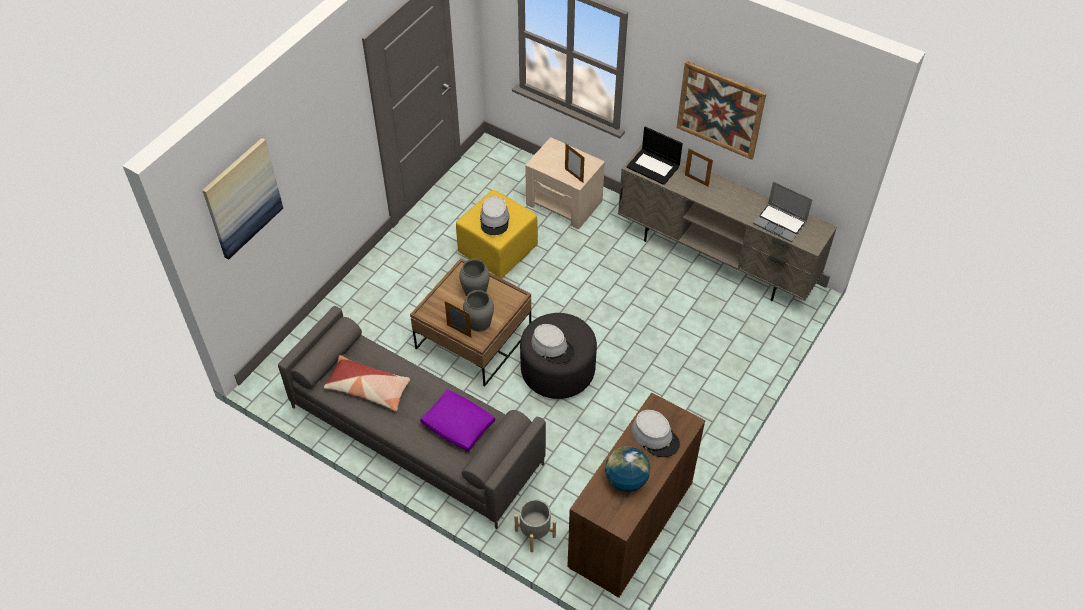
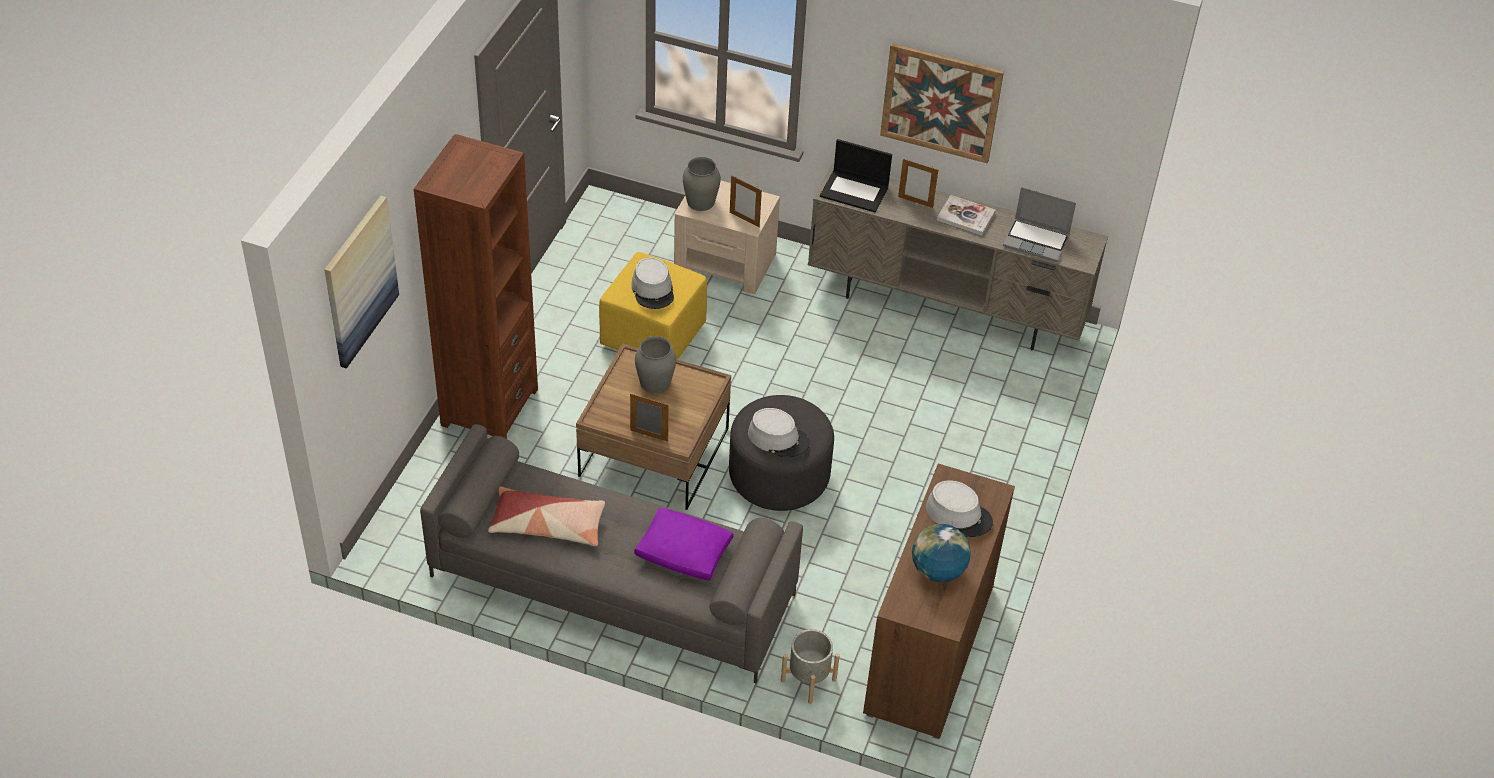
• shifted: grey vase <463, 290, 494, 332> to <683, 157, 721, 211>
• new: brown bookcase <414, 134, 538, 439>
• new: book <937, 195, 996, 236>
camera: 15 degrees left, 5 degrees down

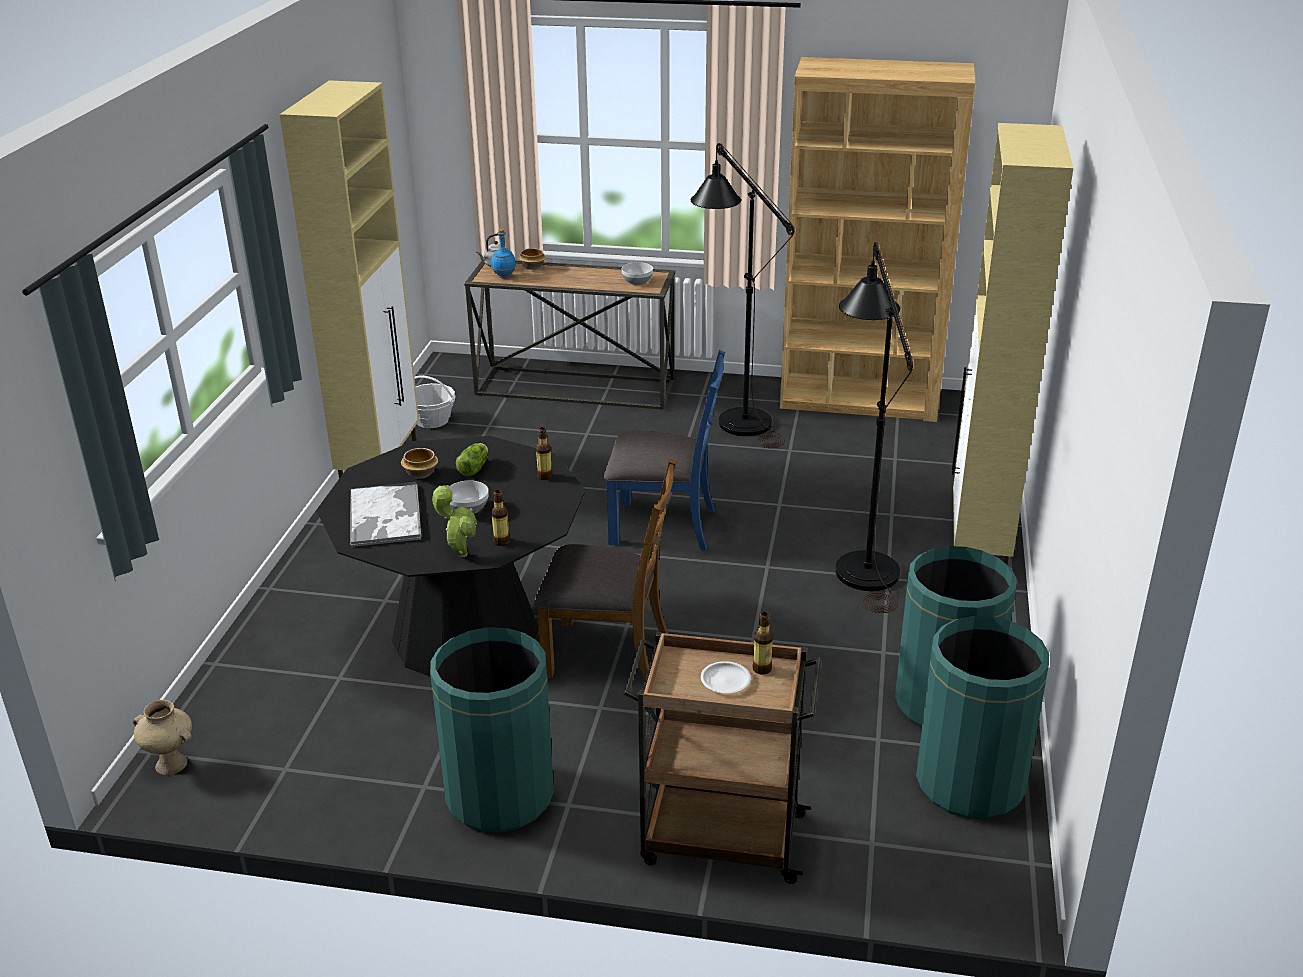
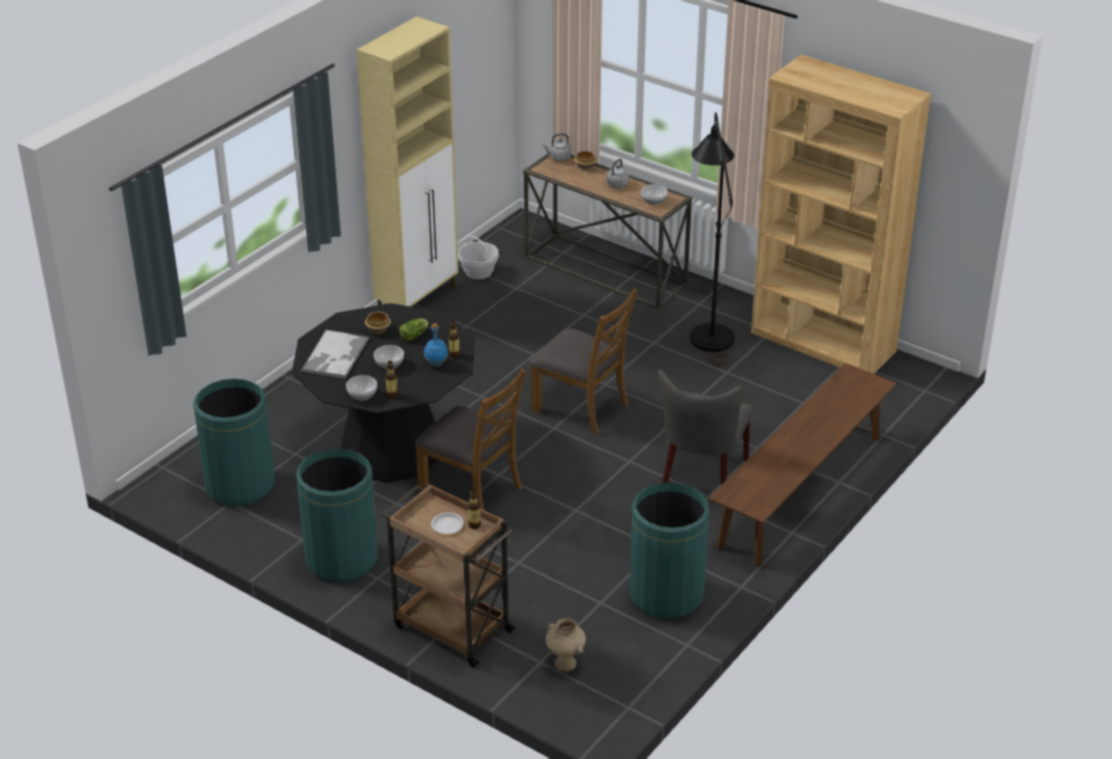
• swapped: beige cabinet <952, 123, 1073, 564> to brown bench <709, 363, 897, 567>
• shifted: blue bottle <491, 229, 516, 278> to <424, 323, 448, 367>
• swapped: black floor lamp <835, 242, 913, 613> to grey chair <658, 370, 753, 485>
• repainted: blue chair <604, 350, 725, 550> to brown chair <530, 288, 638, 435>
• swapped: potted plant <432, 485, 477, 557> to bowl <346, 375, 377, 401>
• shifted: green trash can <916, 616, 1049, 819> to <193, 379, 275, 506>
• shifted: beige vase <132, 700, 192, 775> to <545, 618, 586, 672>
• new: grey kettle <606, 159, 629, 188>
camera: 25 degrees right, 5 degrees up

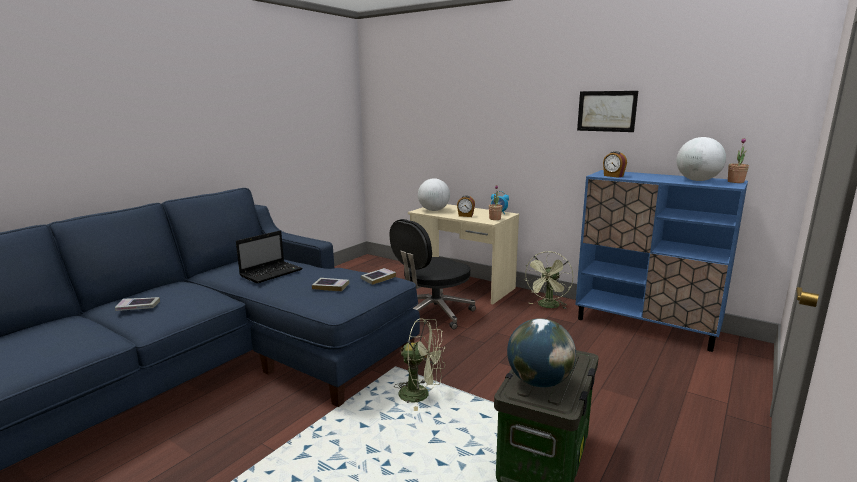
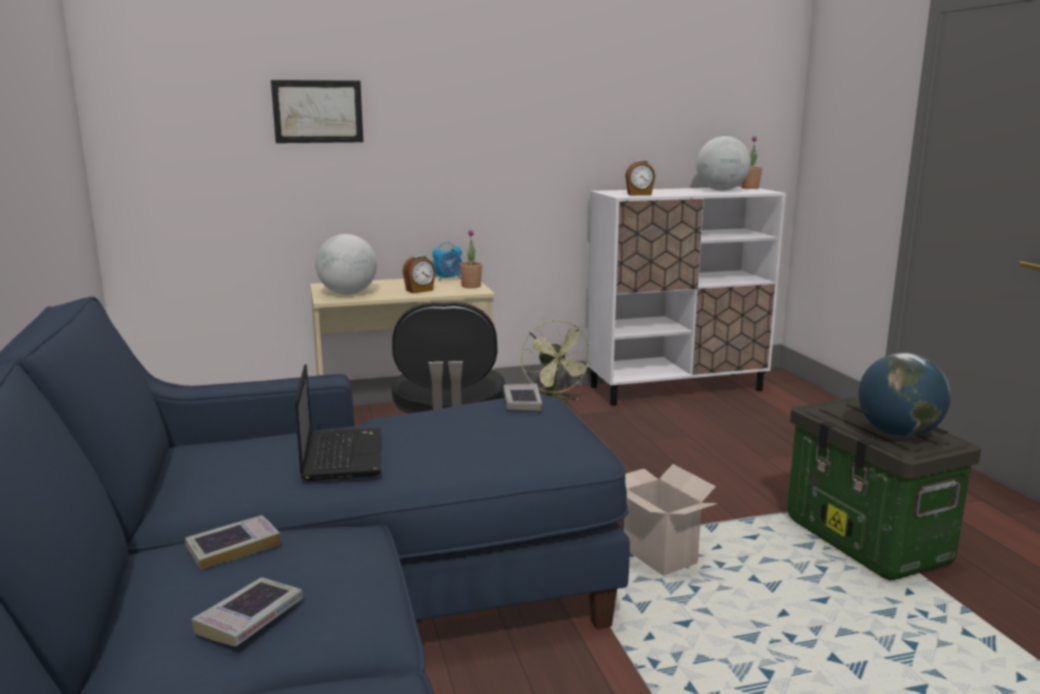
• shifted: picture <577, 91, 638, 132> to <271, 80, 363, 143>
• repainted: blue cabinet <575, 170, 748, 352> to white cabinet <586, 187, 786, 406>
• shifted: book <312, 278, 349, 291> to <185, 515, 280, 570>
• swapped: green fan <394, 318, 446, 411> to cardboard box <624, 464, 717, 576>
camera: 50 degrees left, 0 degrees up

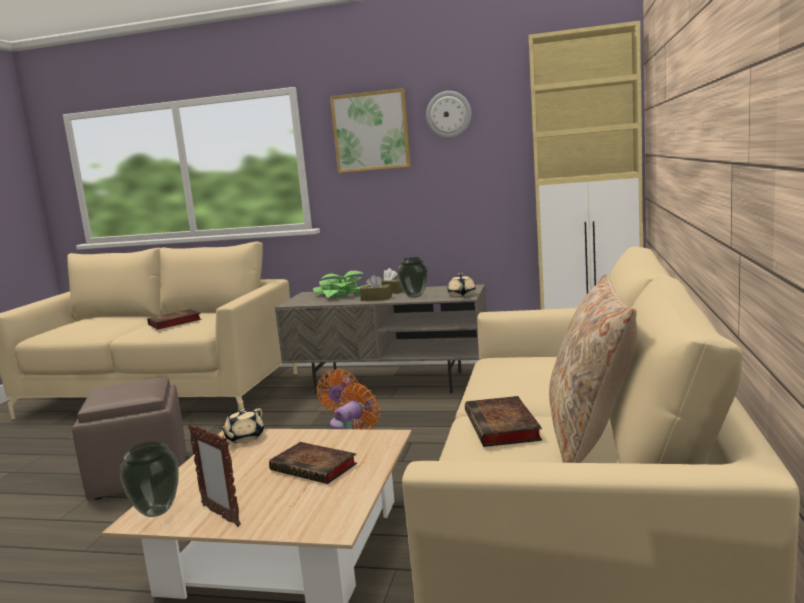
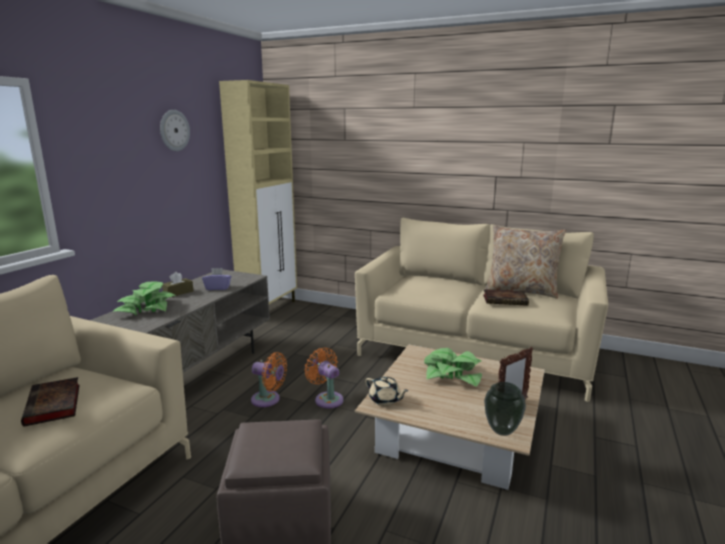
• gone: picture <330, 88, 411, 173>
• swapped: vase <397, 257, 428, 298> to purple tissue box <202, 268, 232, 290>
• gone: beige teapot <447, 273, 476, 297>
• gone: brown tissue box <360, 275, 392, 301>
• swapped: book <269, 442, 357, 484> to potted plant <424, 348, 482, 387>
camera: 80 degrees left, 5 degrees up

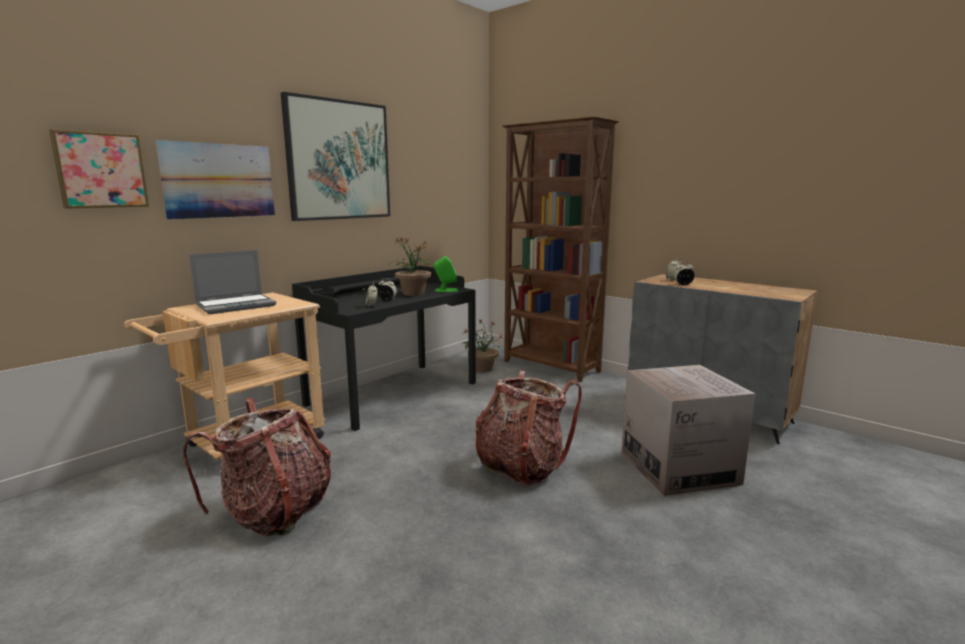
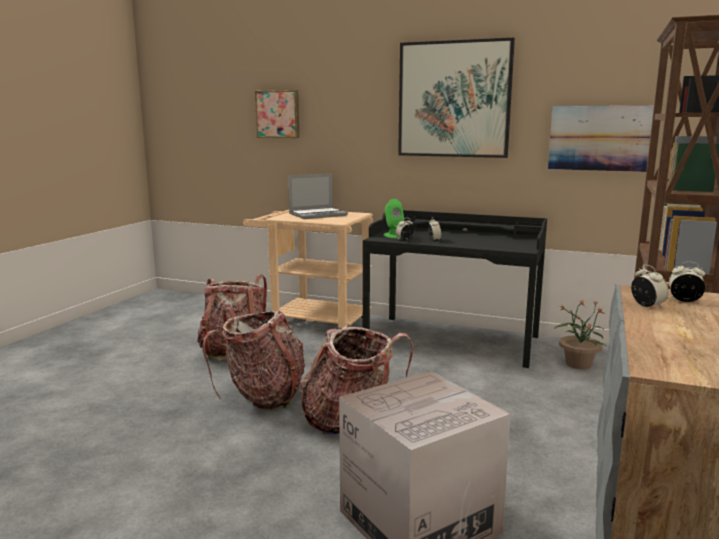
• shifted: picture <156, 140, 275, 220> to <548, 106, 654, 172>
• gone: potted plant <389, 237, 432, 296>
• rotated: laptop <189, 250, 276, 314> = <288, 173, 348, 219> 60 degrees counterclockwise
• shifted: green speaker <434, 256, 458, 292> to <384, 199, 404, 238>
• new: backpack <202, 307, 305, 410>
camera: 70 degrees right, 0 degrees up

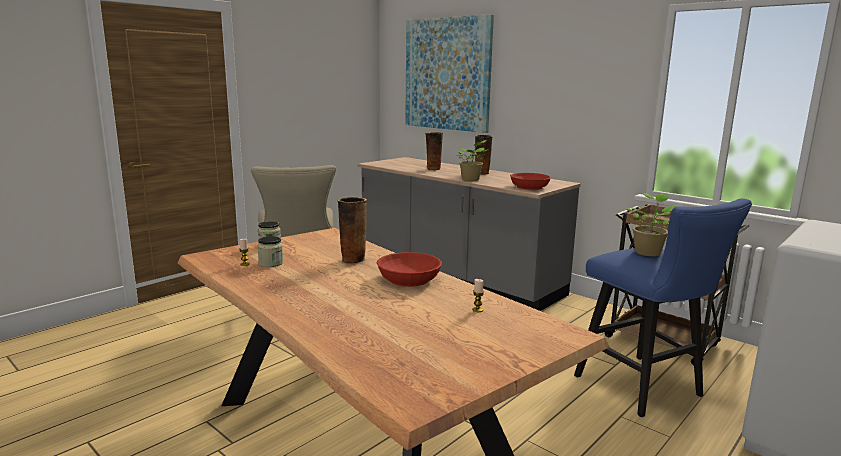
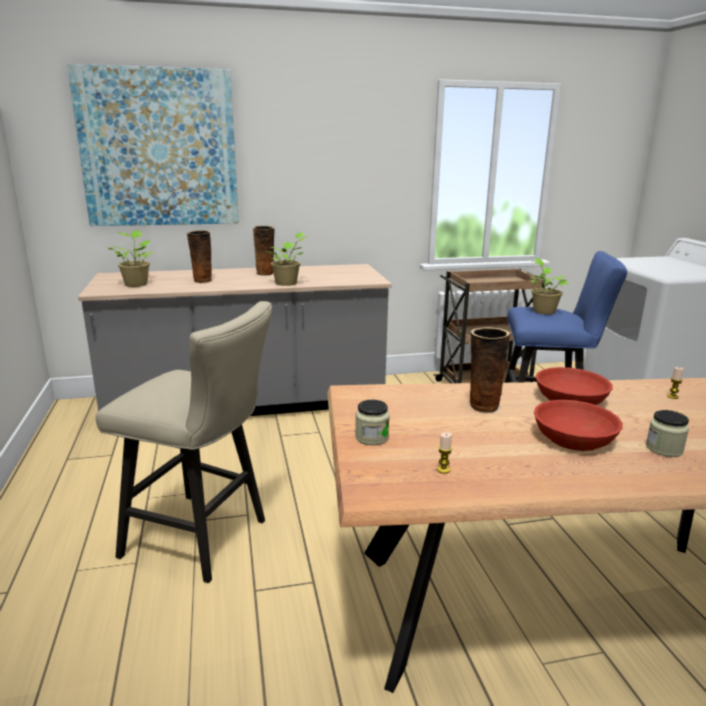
• shifted: red bowl <510, 173, 551, 190> to <534, 400, 623, 451>
• shifted: jar <257, 236, 283, 267> to <646, 410, 689, 457>
• new: potted plant <108, 230, 152, 287>
camera: 55 degrees left, 5 degrees up

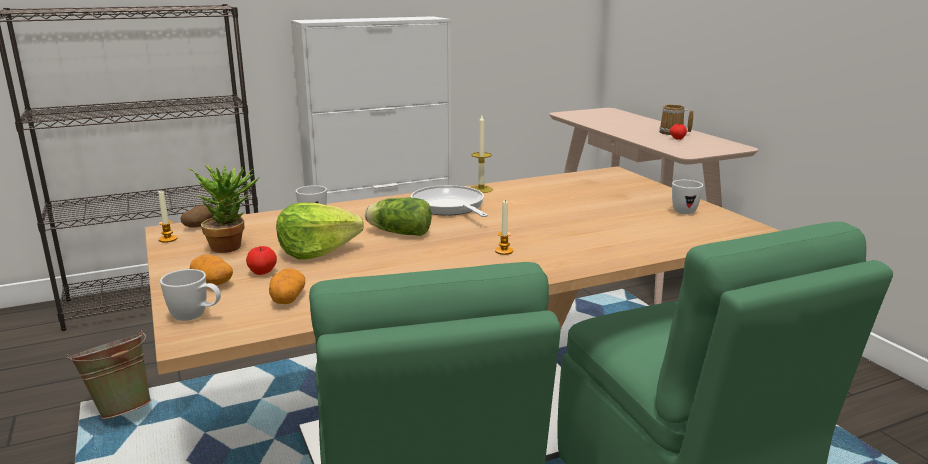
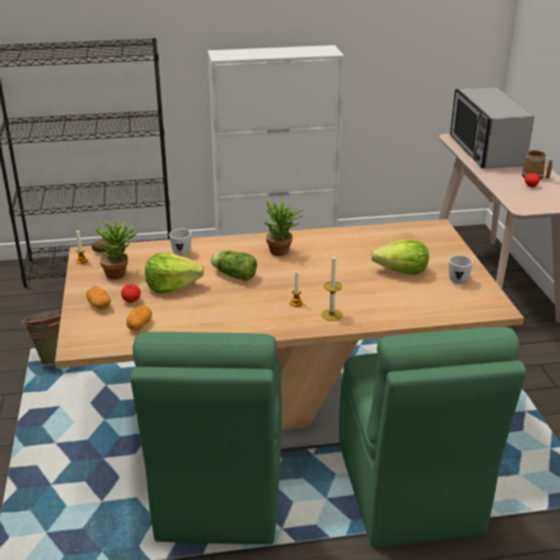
• shifted: candle <471, 115, 493, 193> to <321, 254, 343, 321>
• swapped: frying pan <411, 185, 488, 217> to potted plant <263, 196, 304, 256>
• gone: white mug <160, 269, 221, 321>
• new: microwave <450, 87, 534, 169>
• new: lettuce <371, 240, 429, 275>
camera: 15 degrees right, 10 degrees up

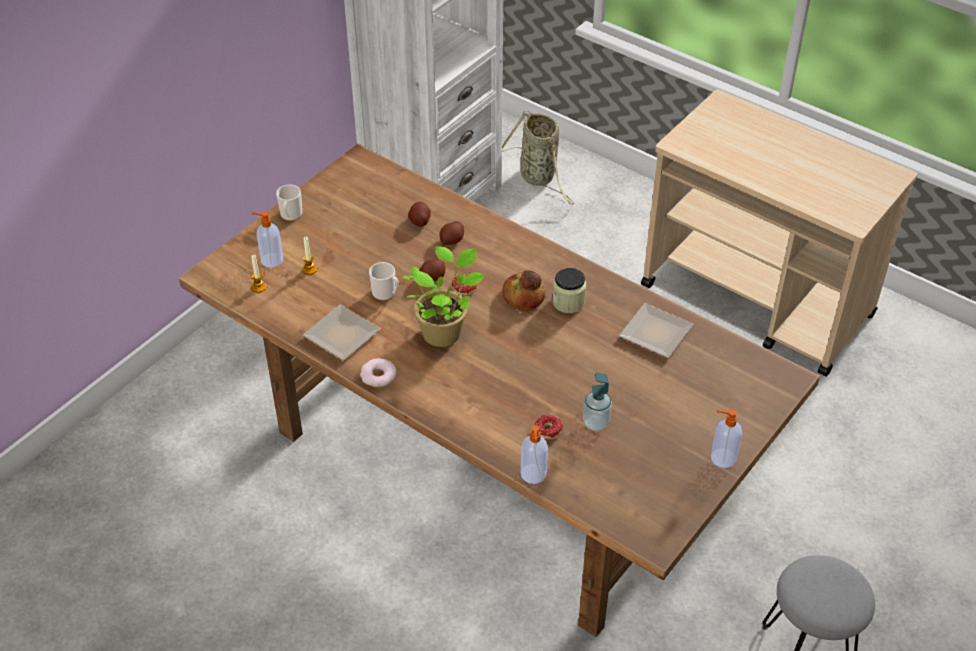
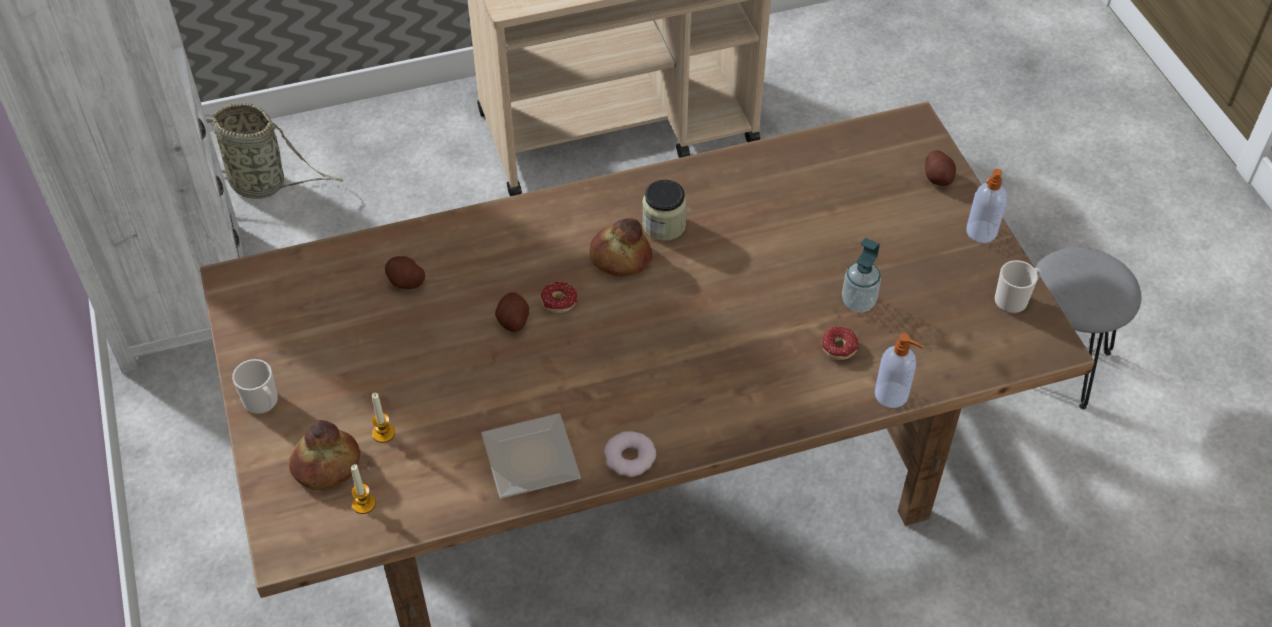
• swapped: soap dispenser <251, 212, 283, 268> to bread <289, 420, 360, 491>
• shifted: potato <439, 221, 464, 245> to <925, 150, 956, 186>
• gone: potted plant <402, 247, 485, 347>
• shifted: mug <369, 262, 399, 300> to <995, 260, 1041, 313>
• gone: plate <619, 303, 693, 358>
camera: 55 degrees left, 5 degrees up

